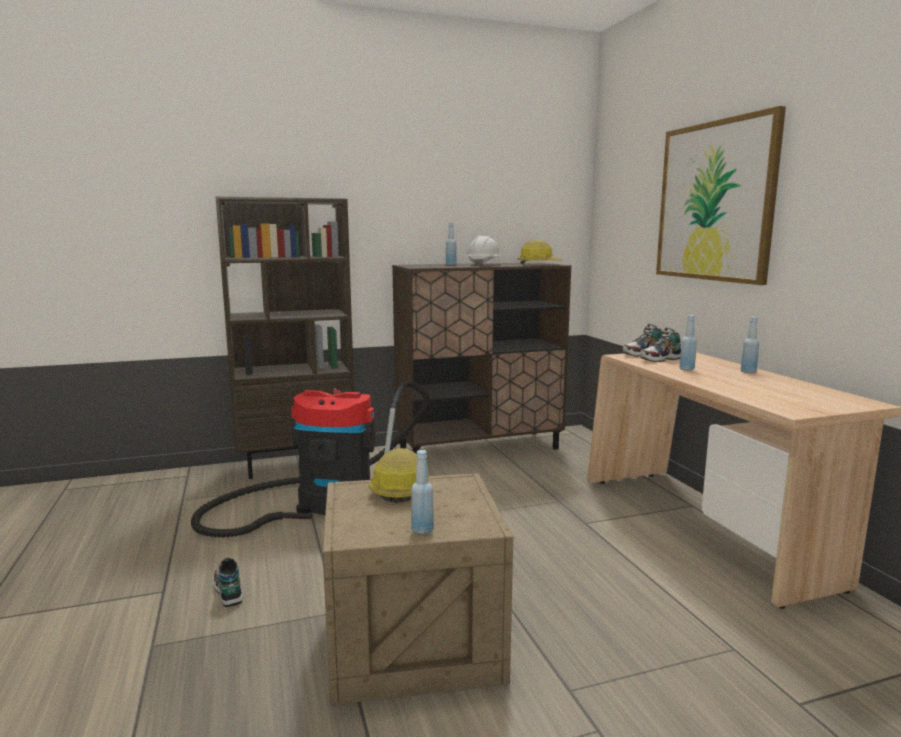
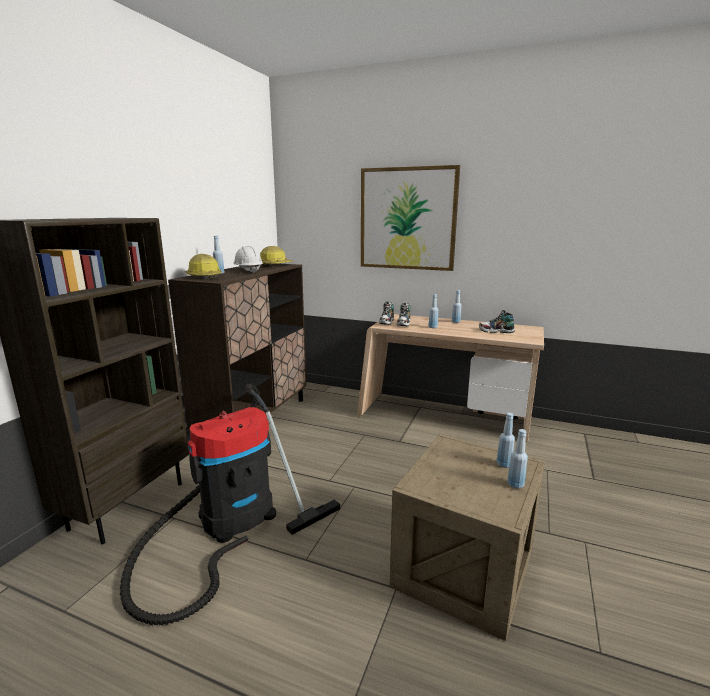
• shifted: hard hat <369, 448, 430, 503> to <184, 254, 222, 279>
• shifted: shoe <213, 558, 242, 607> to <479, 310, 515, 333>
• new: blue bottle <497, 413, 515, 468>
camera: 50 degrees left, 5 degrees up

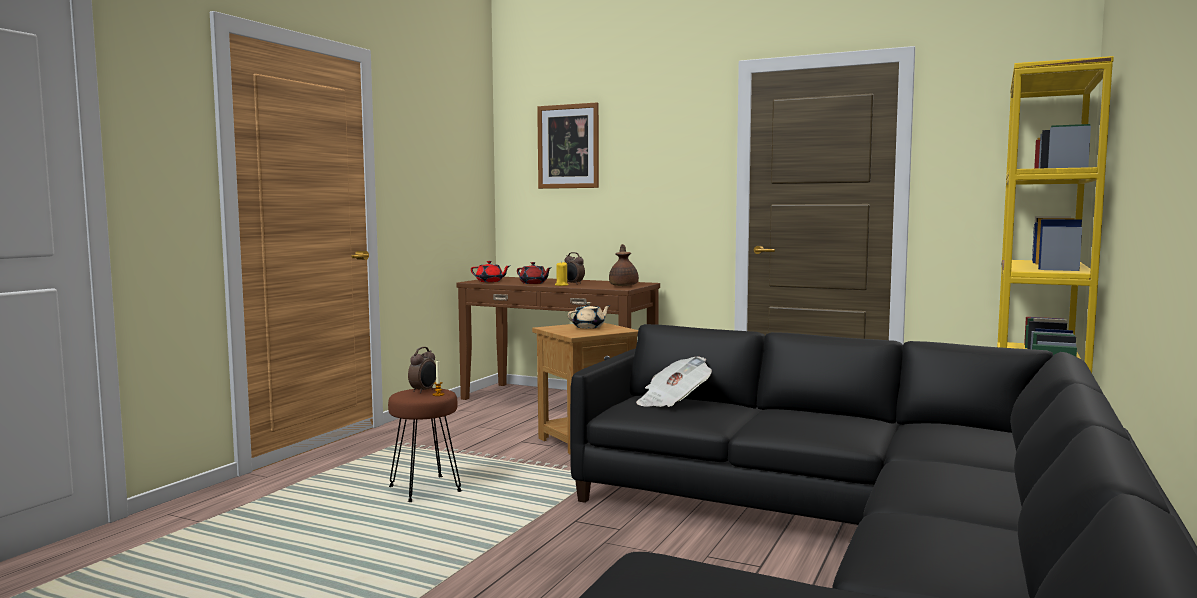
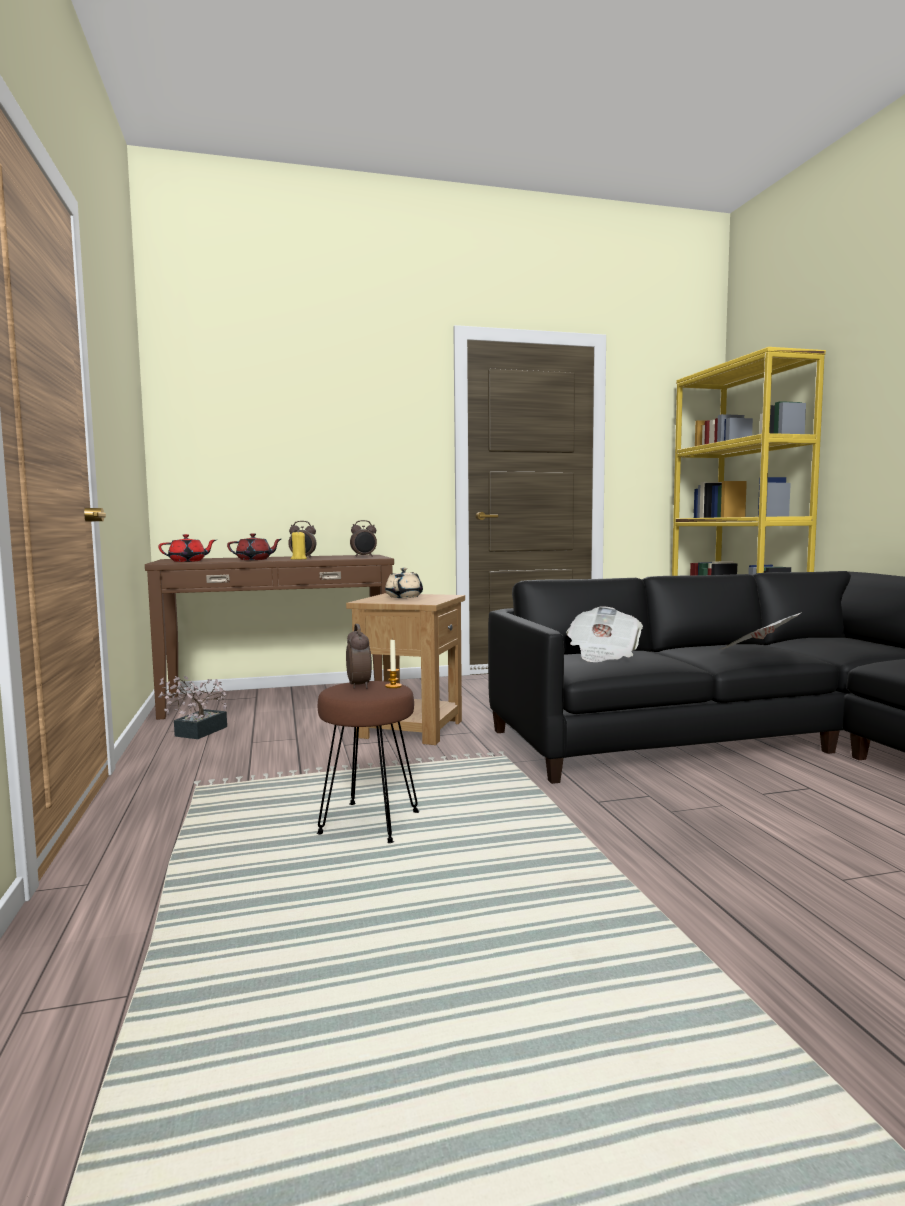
• gone: picture <537, 102, 599, 189>
• swapped: brown teapot <609, 244, 639, 286> to alarm clock <350, 520, 377, 557>
• new: newspaper <719, 612, 802, 650>
• new: potted plant <158, 676, 227, 739>
camera: 40 degrees left, 0 degrees up

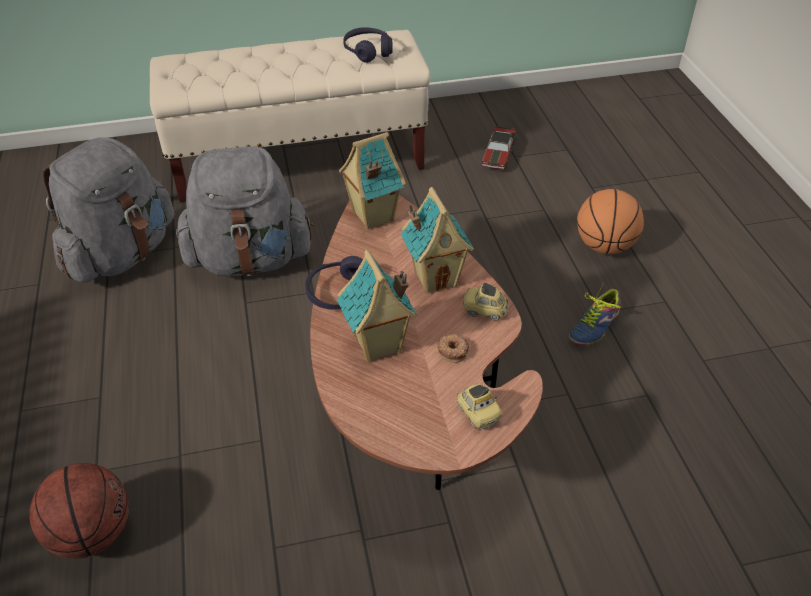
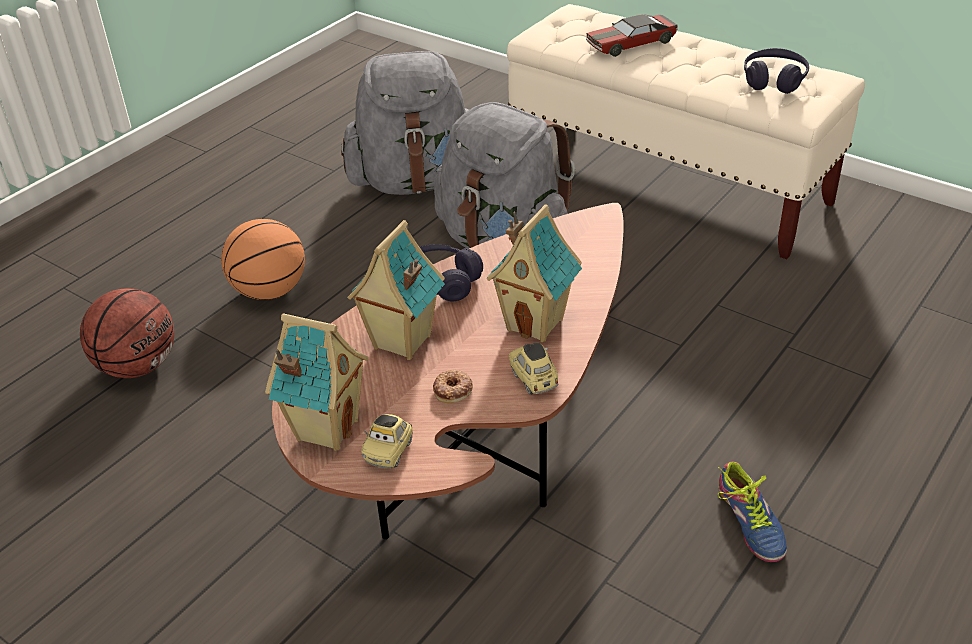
• shifted: toy car <482, 126, 516, 169> to <586, 14, 678, 57>
• shifted: toy house <339, 132, 406, 230> to <265, 314, 368, 451>
• shifted: basketball <577, 189, 644, 254> to <221, 219, 305, 300>
• rotated: shoe <569, 284, 621, 346> = <717, 462, 787, 562> 105 degrees counterclockwise
camera: 50 degrees right, 5 degrees down

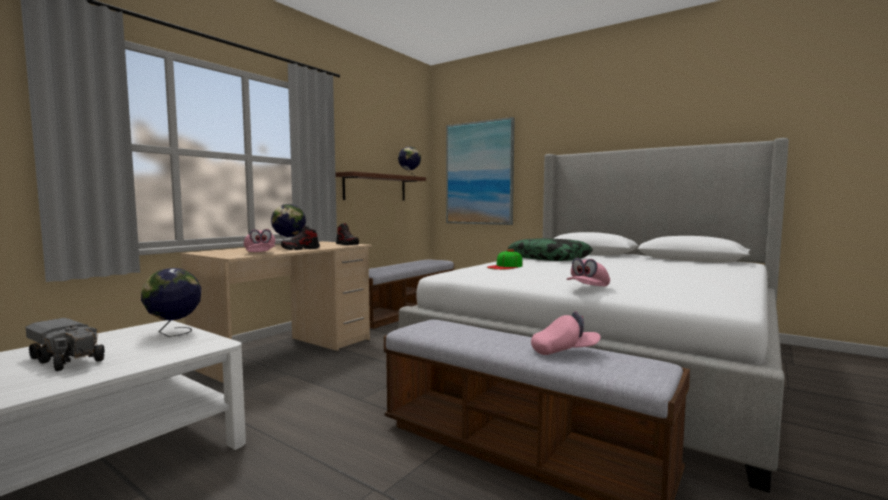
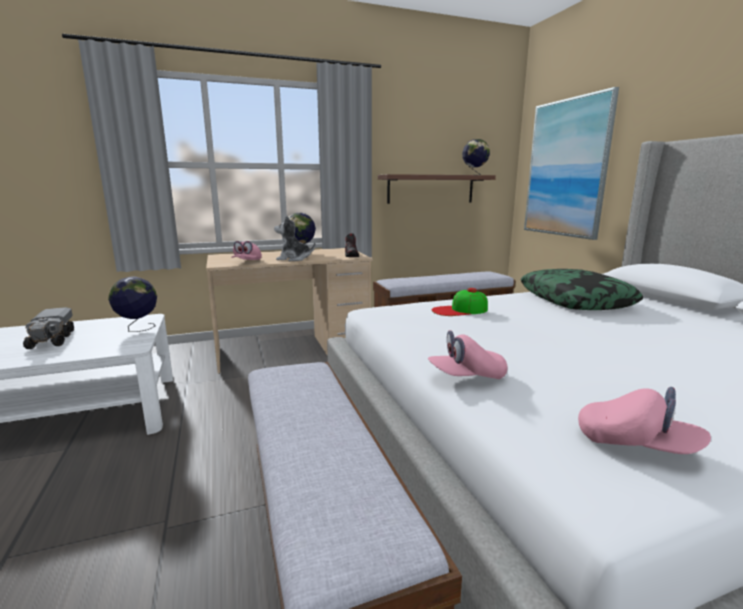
• swapped: shoe <281, 225, 320, 250> to plush toy <274, 215, 315, 261>
• shifted: pink cap <531, 311, 601, 355> to <578, 387, 711, 454>
camera: 35 degrees right, 10 degrees up

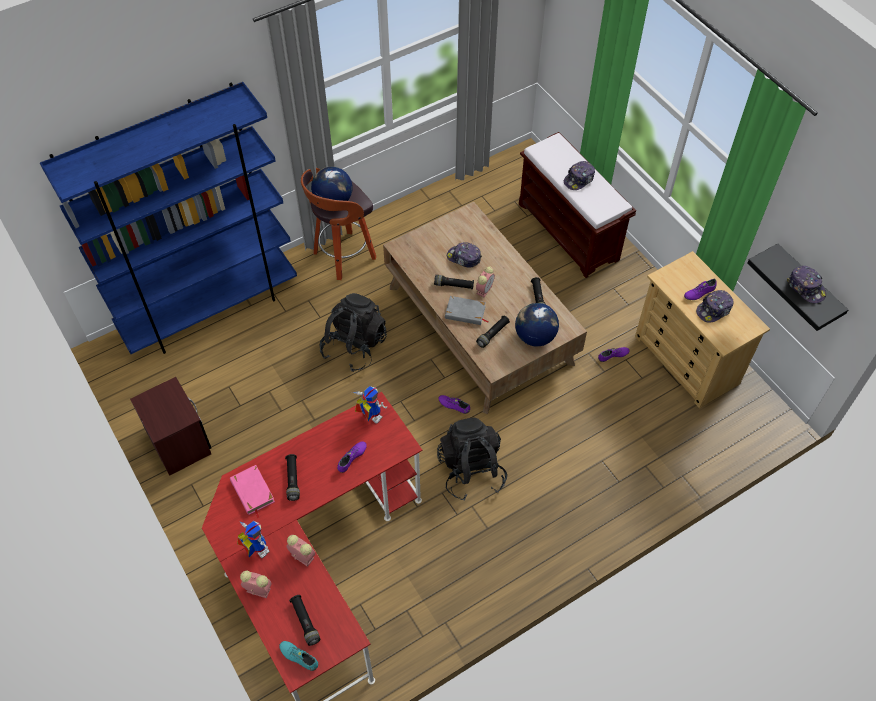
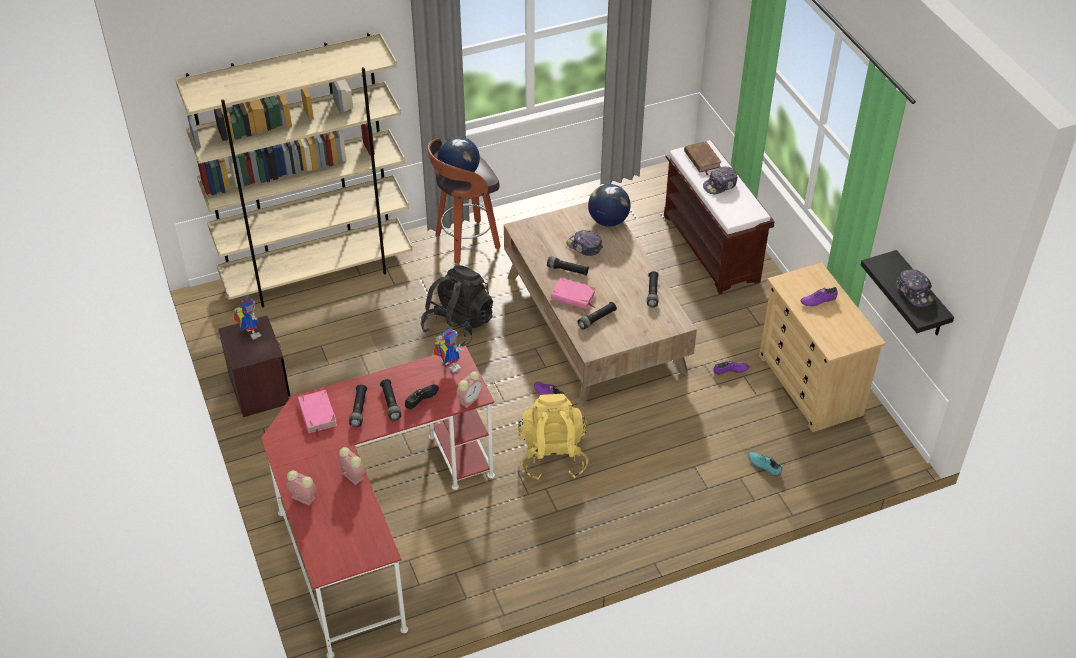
• repainted: blue bookcase <40, 82, 297, 354> to beige bookcase <175, 33, 413, 307>
• shifted: alarm clock <476, 266, 495, 297> to <456, 371, 482, 408>
• gone: cap <696, 290, 734, 323>
• repainted: grey book <445, 296, 489, 325> to pink book <551, 278, 596, 309>
• shifted: globe <515, 303, 559, 346> to <588, 184, 631, 227>
• repainted: black backpack <437, 417, 507, 501> to yellow backpack <518, 394, 588, 480>
• repainted: purple shoe <337, 441, 367, 473> to black shoe <405, 385, 439, 410>
• shifted: toy robot <237, 521, 270, 558> to <233, 298, 261, 340>
• shifted: black flashlight <289, 595, 320, 646> to <380, 379, 401, 421>
• shifted: turquoise shoe <279, 641, 318, 671> to <749, 452, 782, 476>
• new: brown book <684, 141, 721, 175>
camera: 10 degrees right, 10 degrees down

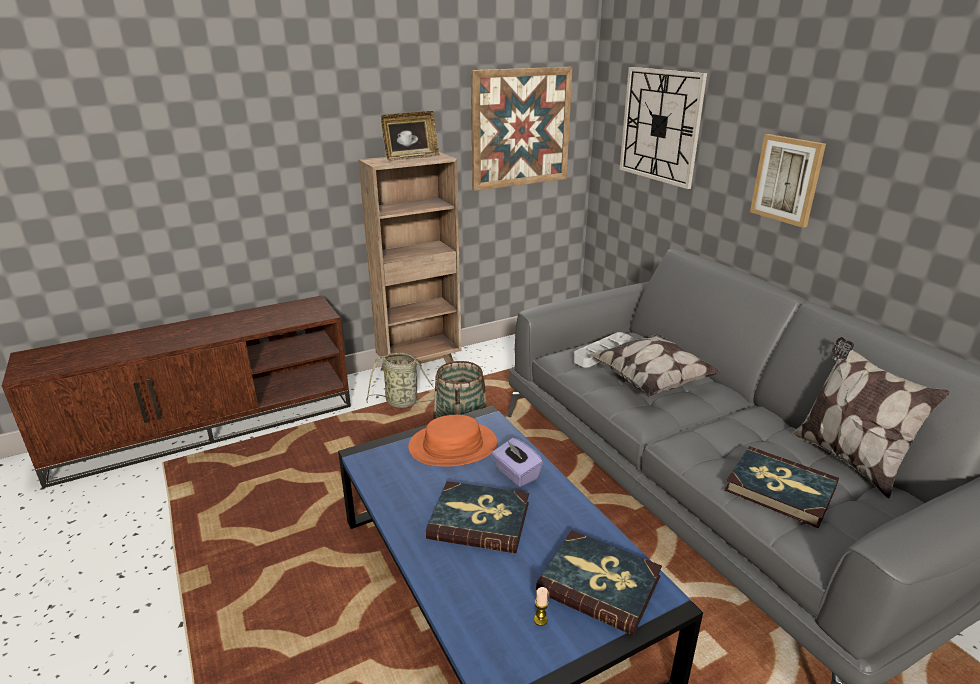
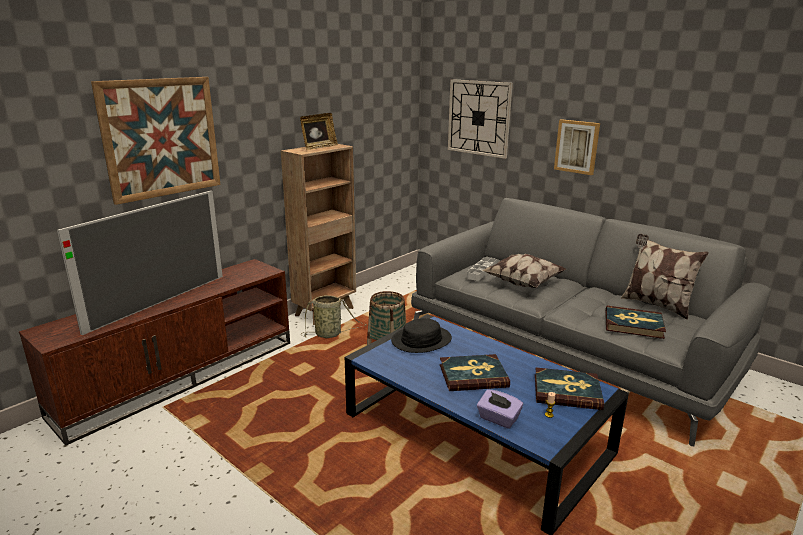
• shifted: picture <471, 67, 573, 191> to <91, 77, 221, 205>
• repainted: orange hat <408, 415, 497, 467> to black hat <391, 318, 452, 353>
• shifted: purple tissue box <492, 438, 543, 487> to <477, 390, 523, 429>
• new: television <57, 190, 223, 335>
camera: 20 degrees left, 5 degrees down

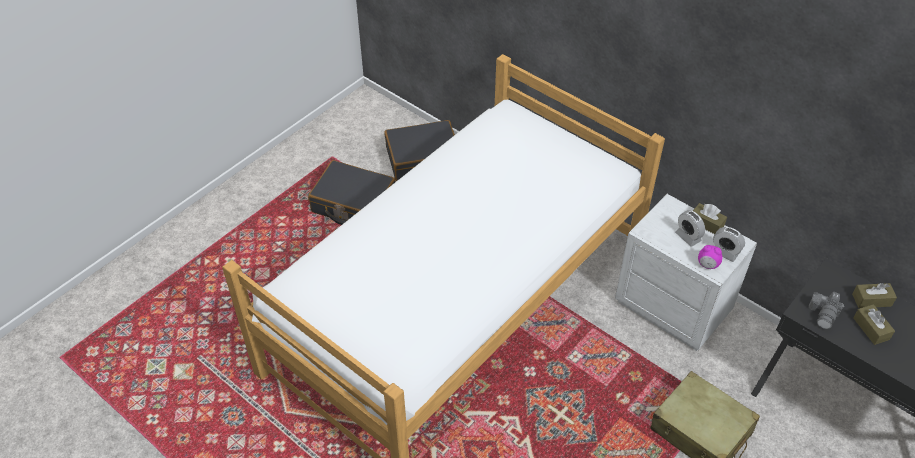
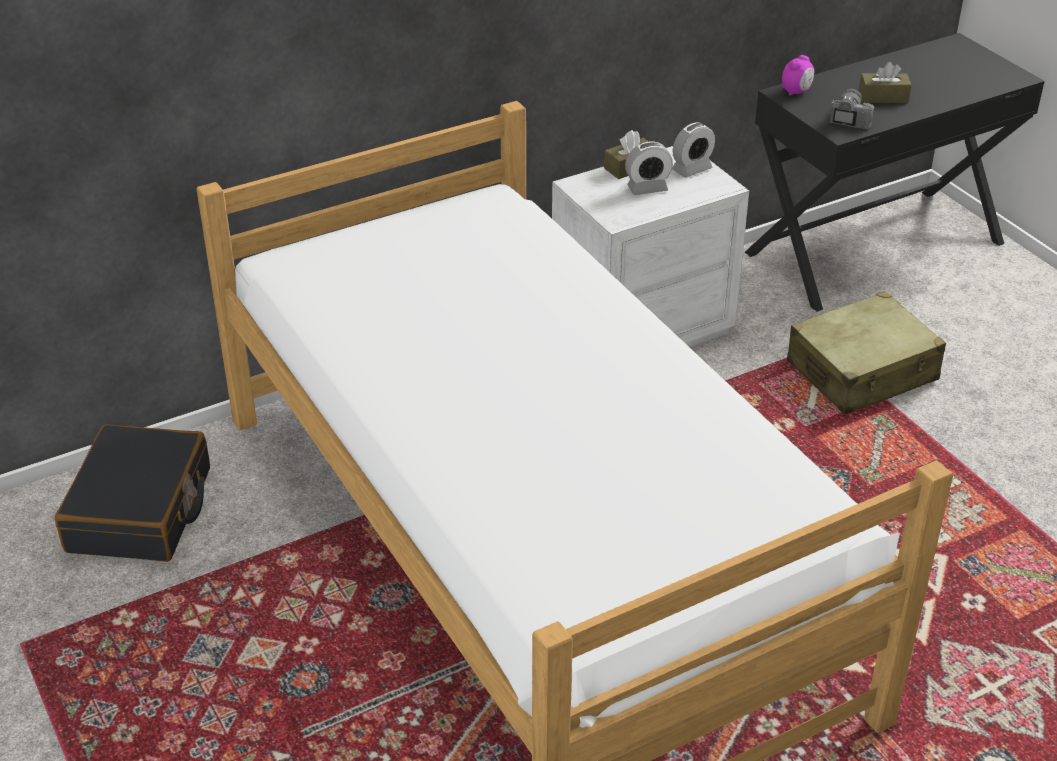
• gone: black suitcase <308, 160, 396, 225>
• shifted: alarm clock <698, 245, 722, 269> to <782, 55, 814, 96>
• gone: brown tissue box <852, 283, 897, 308>
• rotated: photo camera <809, 292, 844, 329> = <830, 89, 874, 130> 120 degrees counterclockwise
camera: 70 degrees left, 10 degrees down

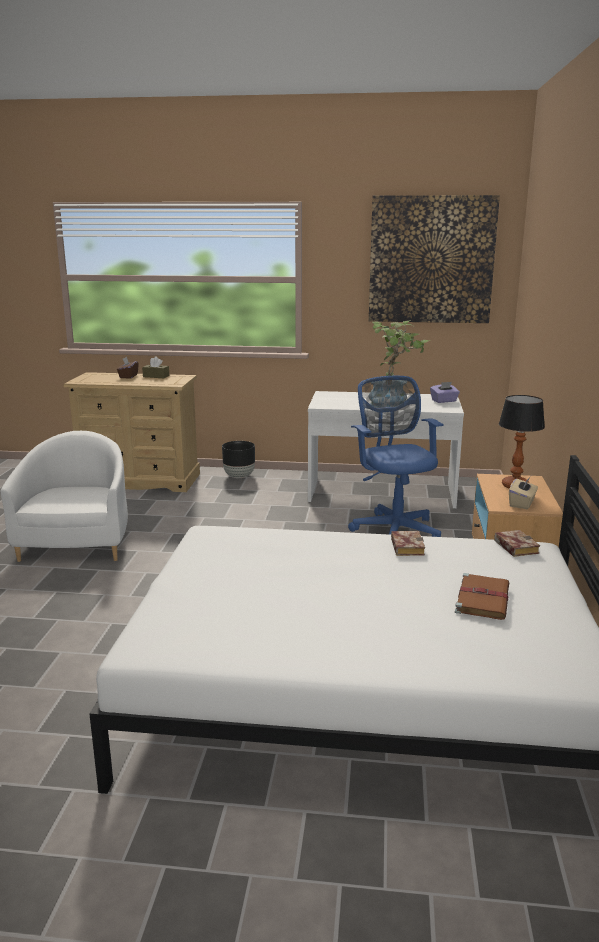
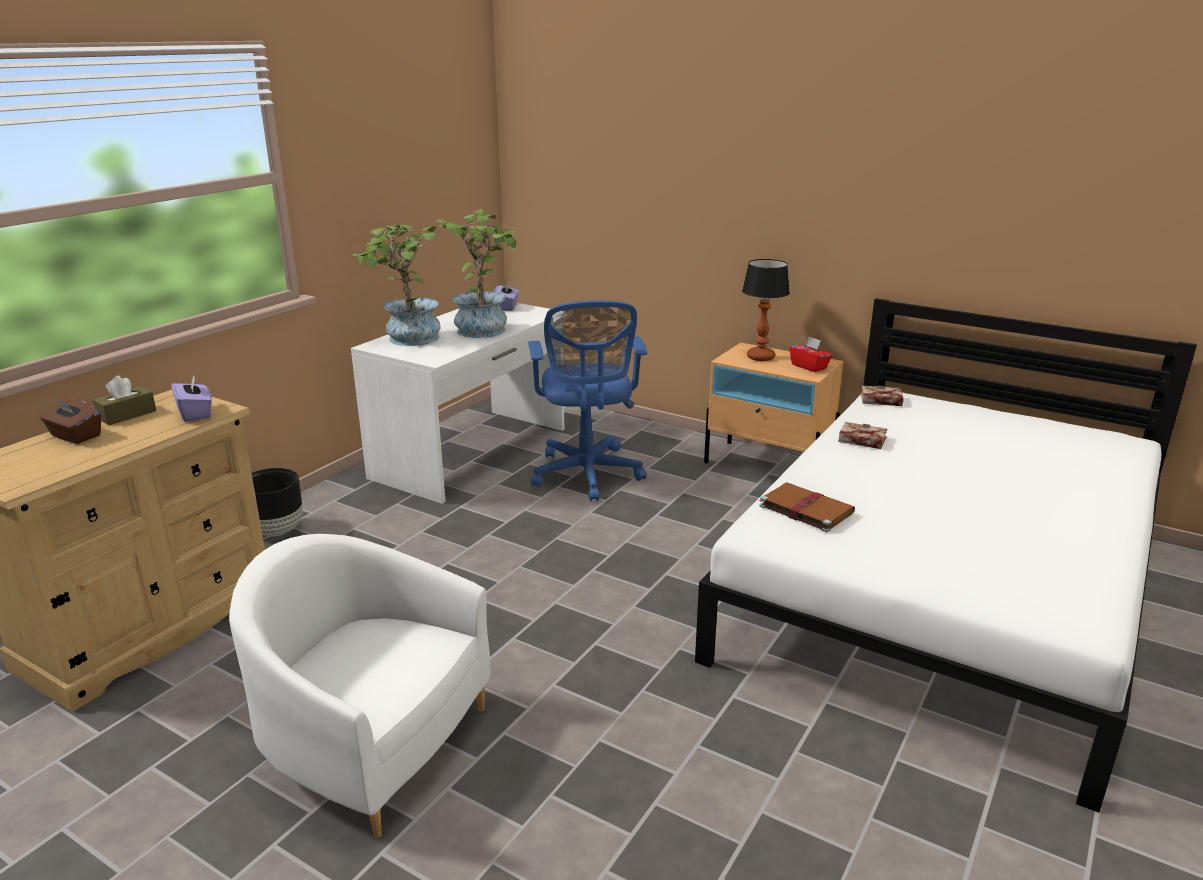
• gone: picture <369, 195, 500, 323>
• rotated: blue office chair <348, 376, 444, 537> = <528, 300, 647, 501> 105 degrees counterclockwise
• repainted: beige tissue box <509, 476, 538, 509> to red tissue box <789, 336, 832, 372>
• shifted: brown book <455, 573, 509, 620> to <758, 483, 855, 532>
• new: potted plant <353, 225, 443, 346>
• new: purple tissue box <172, 374, 212, 422>
camera: 65 degrees left, 5 degrees up

